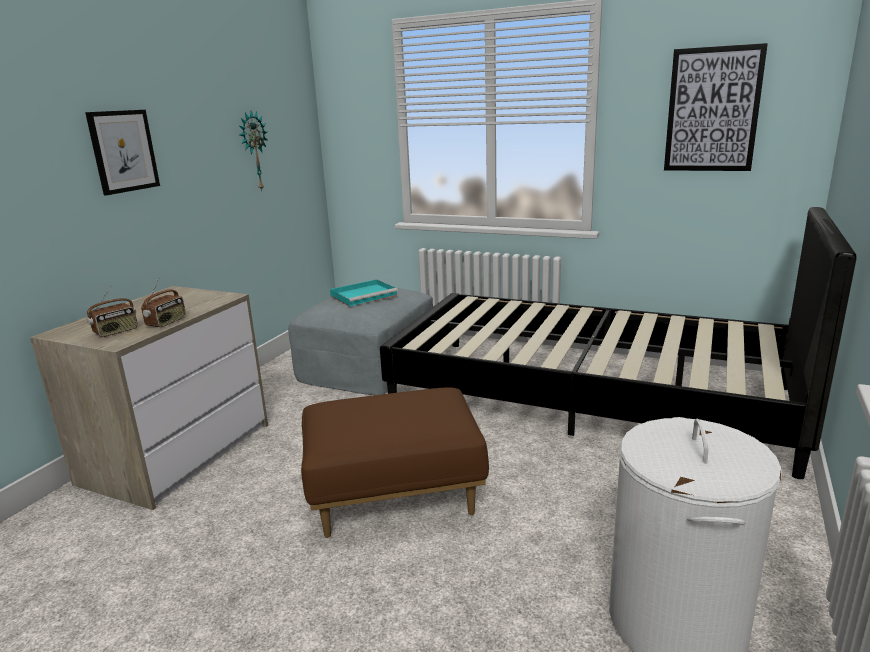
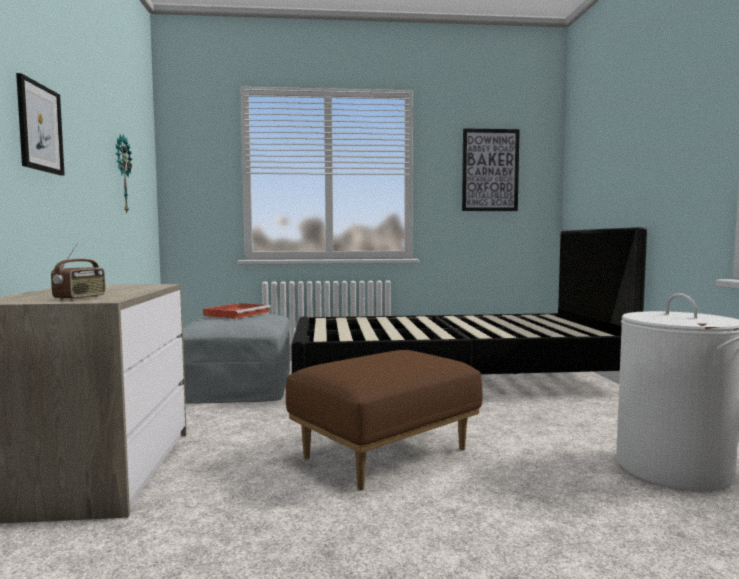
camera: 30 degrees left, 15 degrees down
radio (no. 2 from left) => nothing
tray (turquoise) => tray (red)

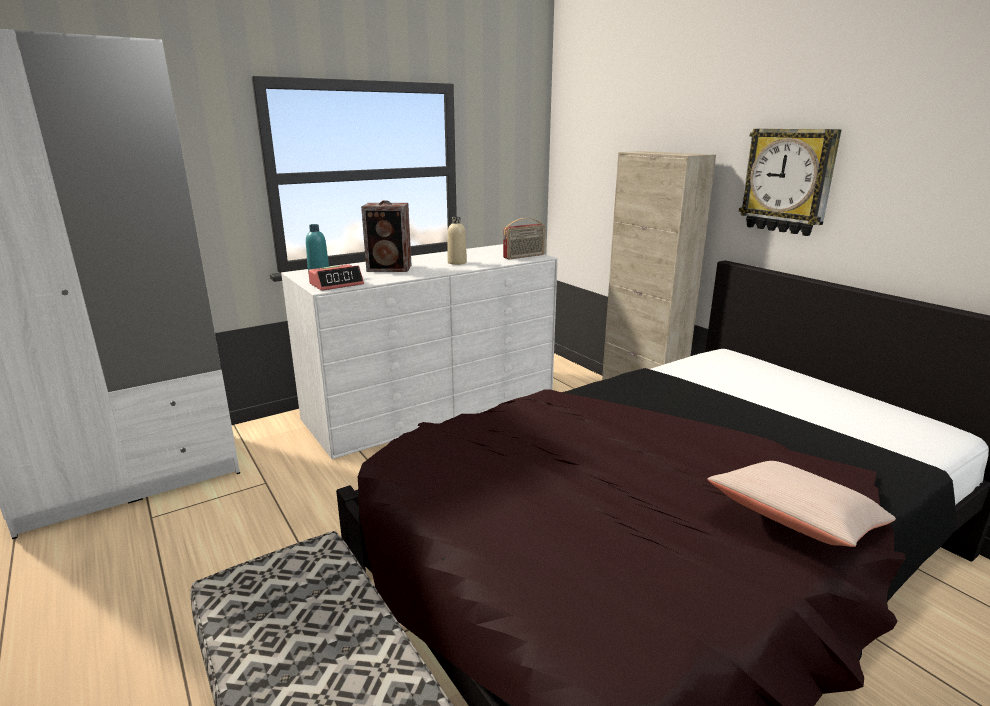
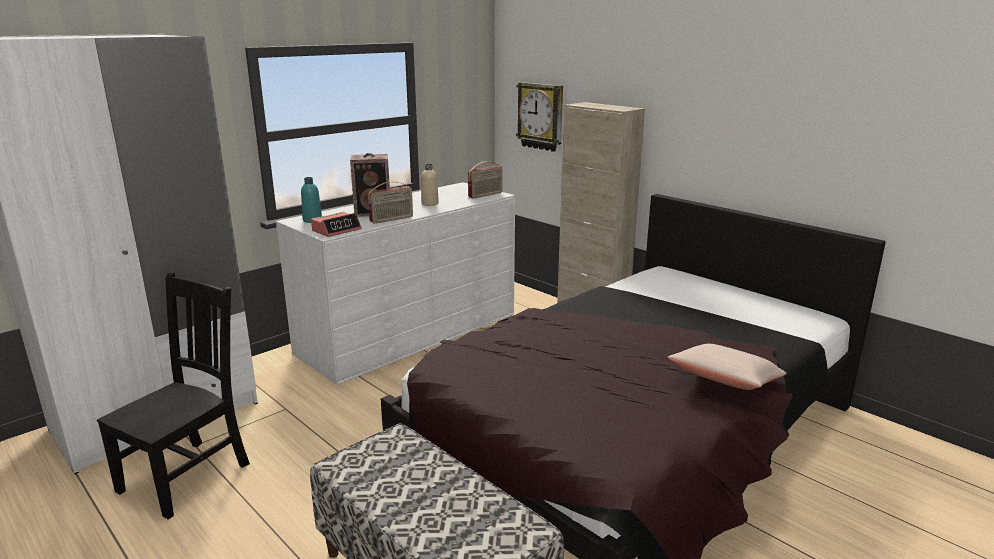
camera: 10 degrees left, 0 degrees up
wall clock, shifted
nothing => radio (no. 1 from left)
nothing => chair (black)

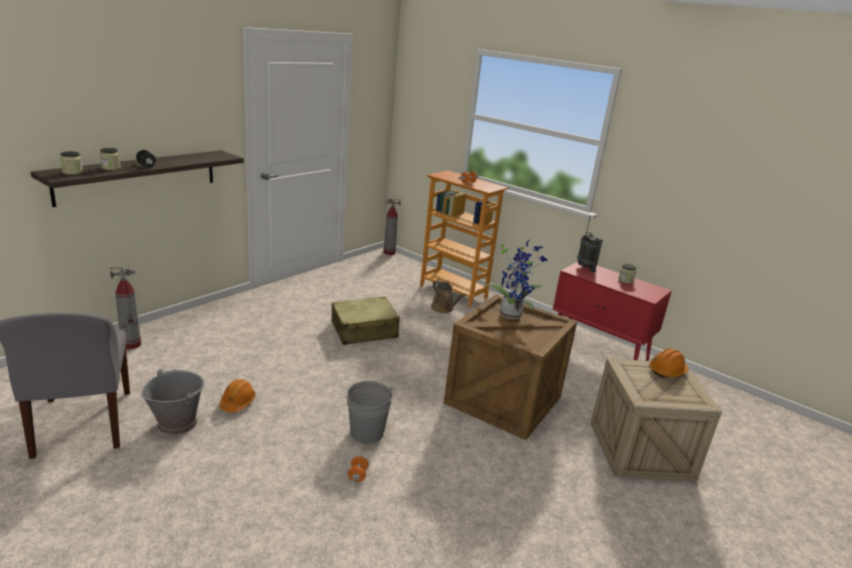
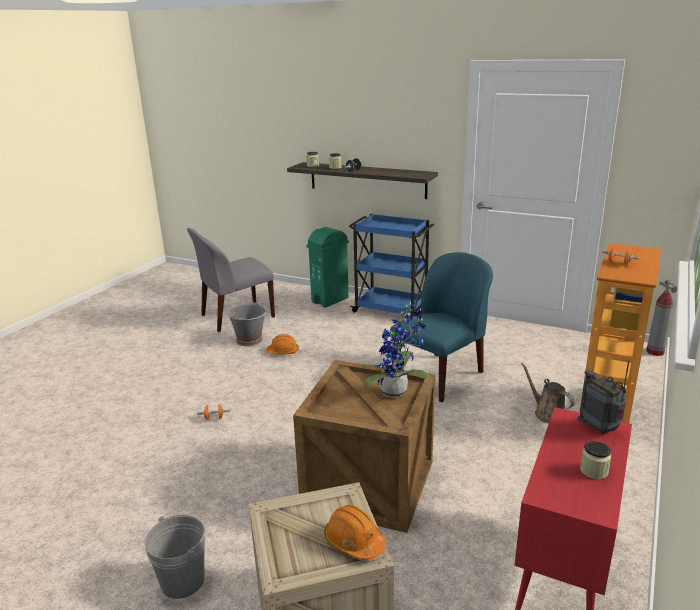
camera: 80 degrees right, 0 degrees up
radio, 90 degrees clockwise
fire extinguisher (no. 1 from left) => trash can (green)
watering can (brown), 105 degrees clockwise
suitcase (beige) => chair (blue)
bucket (grey) (no. 2 from left in the first image) => bucket (grey) (no. 1 from left), shifted
nothing => cart (blue)

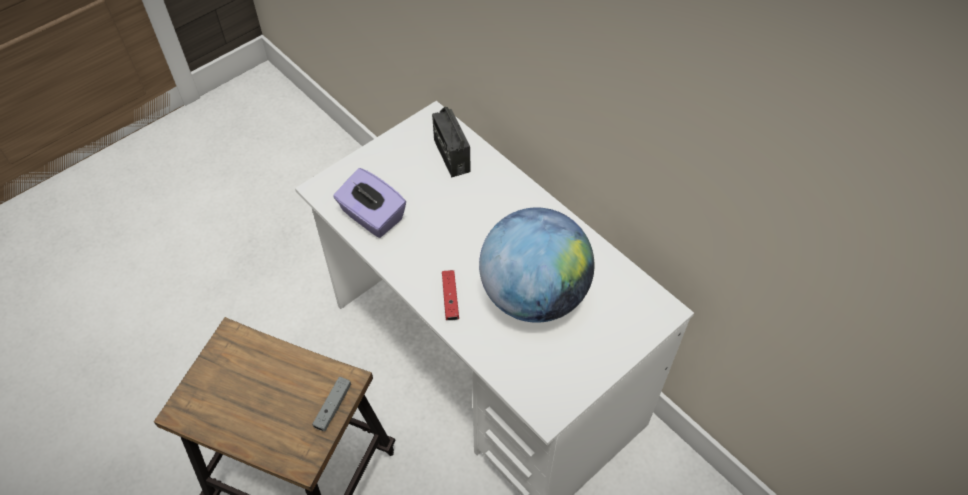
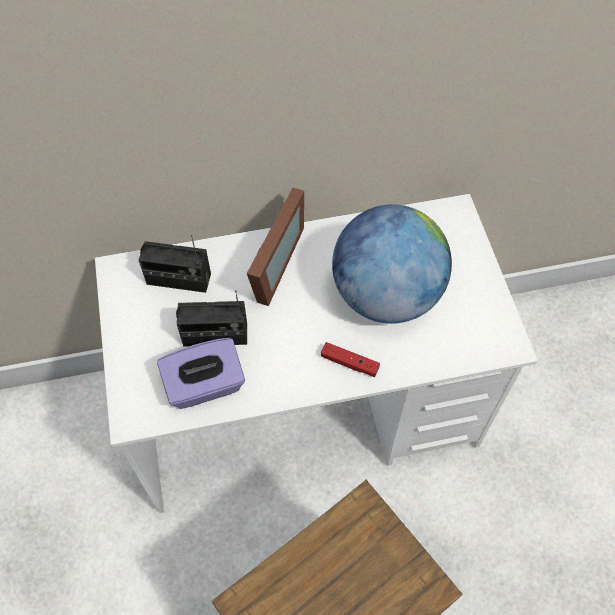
camera: 60 degrees left, 5 degrees up
game controller (grey) => nothing
nothing => picture frame
nothing => radio (no. 2 from left)

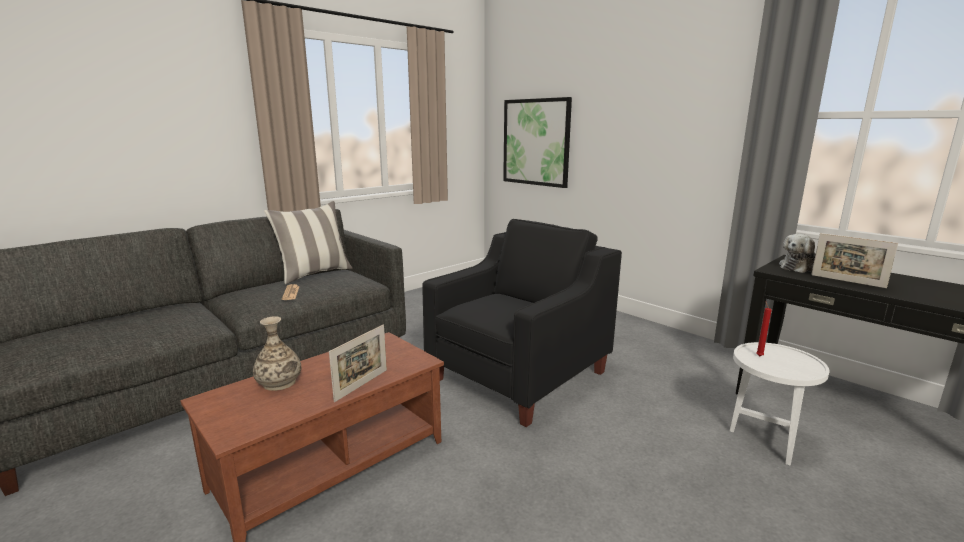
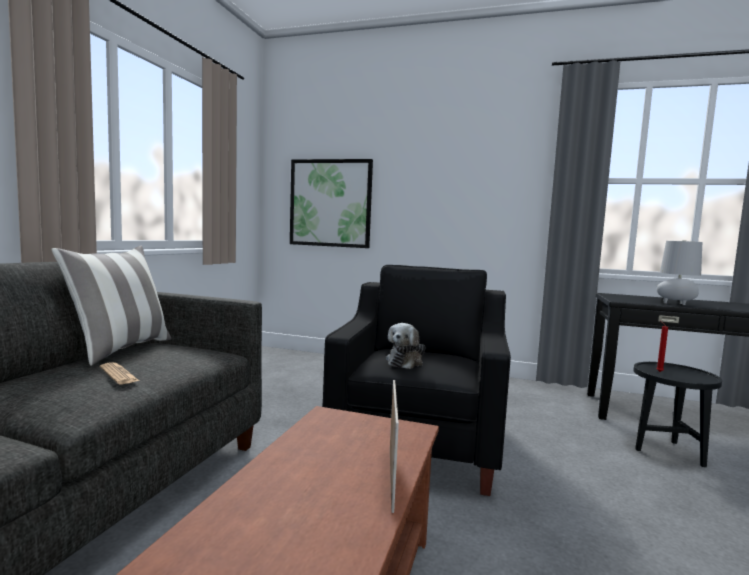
camera: 30 degrees left, 10 degrees down
picture frame (no. 2 from left) => table lamp (grey)
plush toy, shifted
vase => nothing
side table (white) => side table (black)

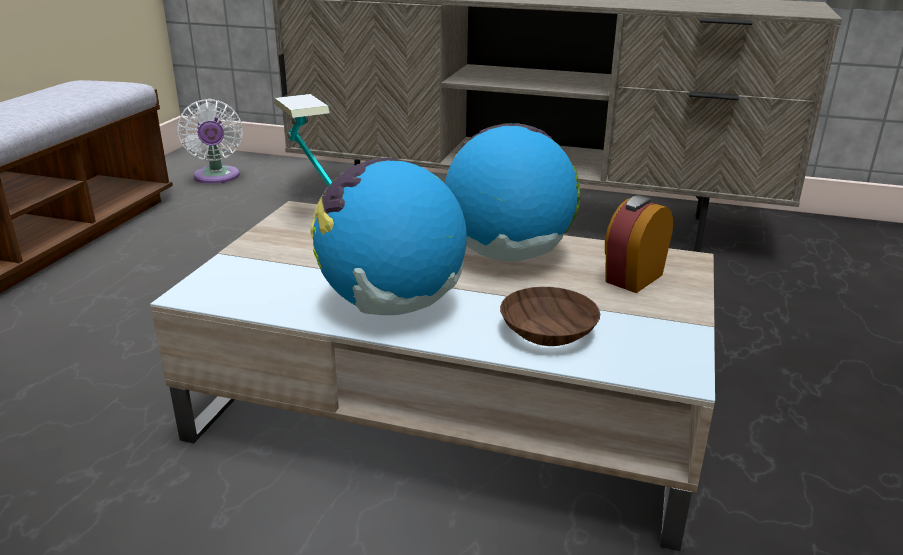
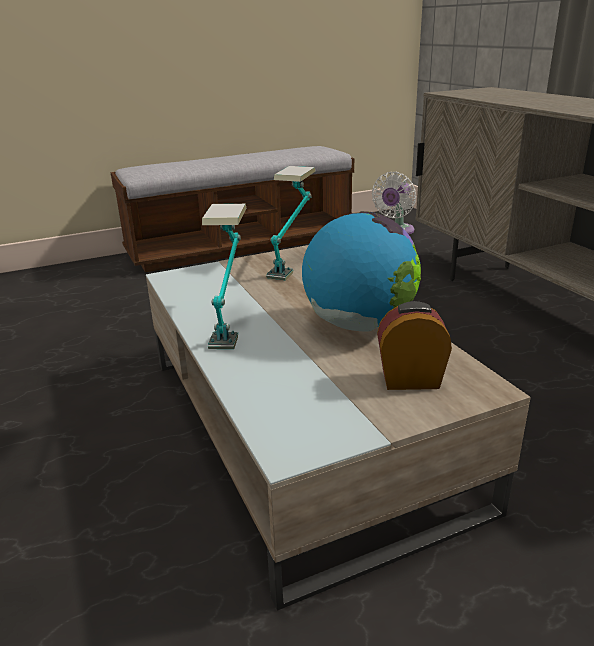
camera: 50 degrees right, 0 degrees up
globe (no. 1 from left) => table lamp (no. 1 from left)
bowl (brown) => nothing

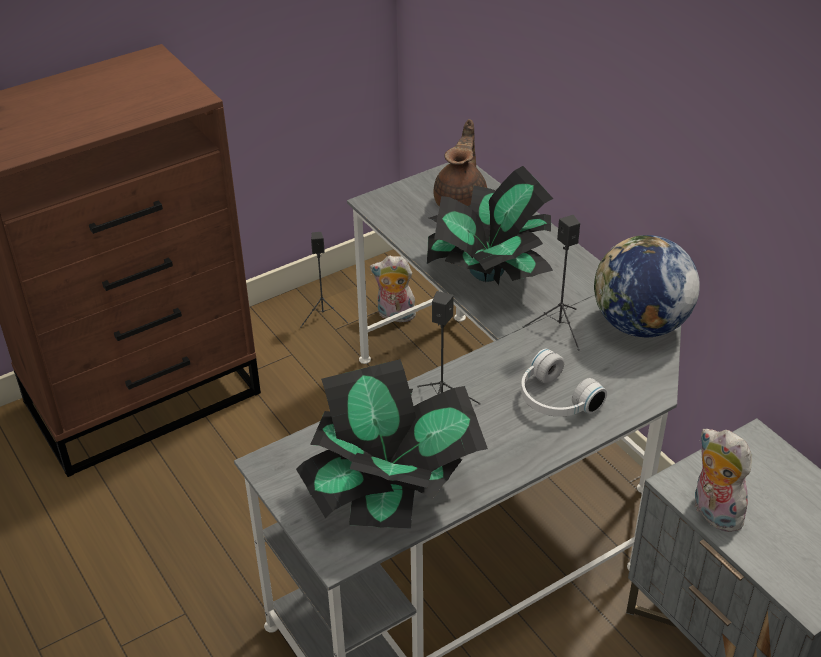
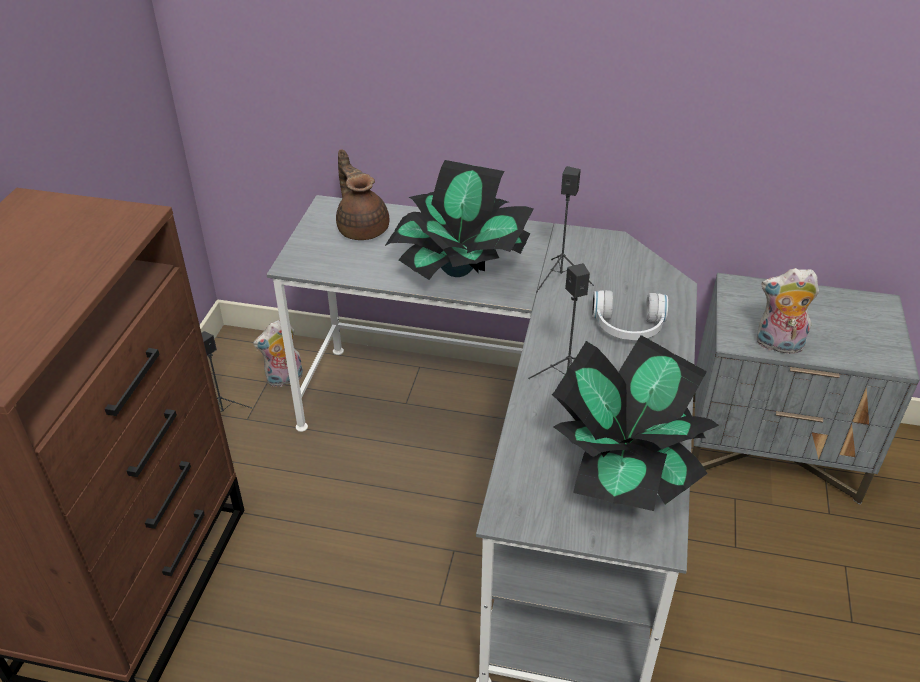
camera: 45 degrees left, 0 degrees up
globe => nothing

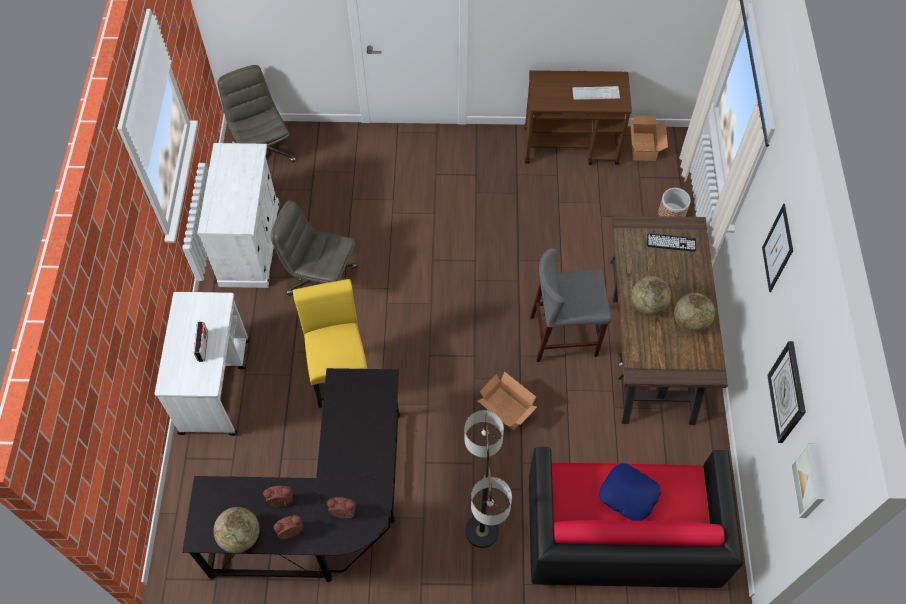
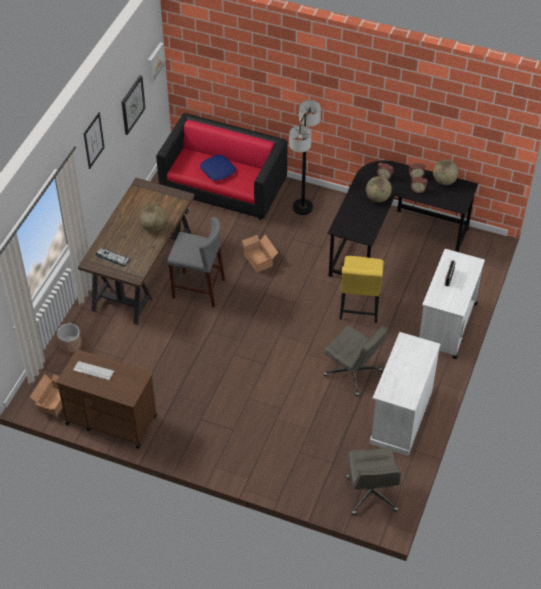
camera: 160 degrees left, 10 degrees down
globe (no. 3 from left in the first image) => globe (no. 2 from left), shifted

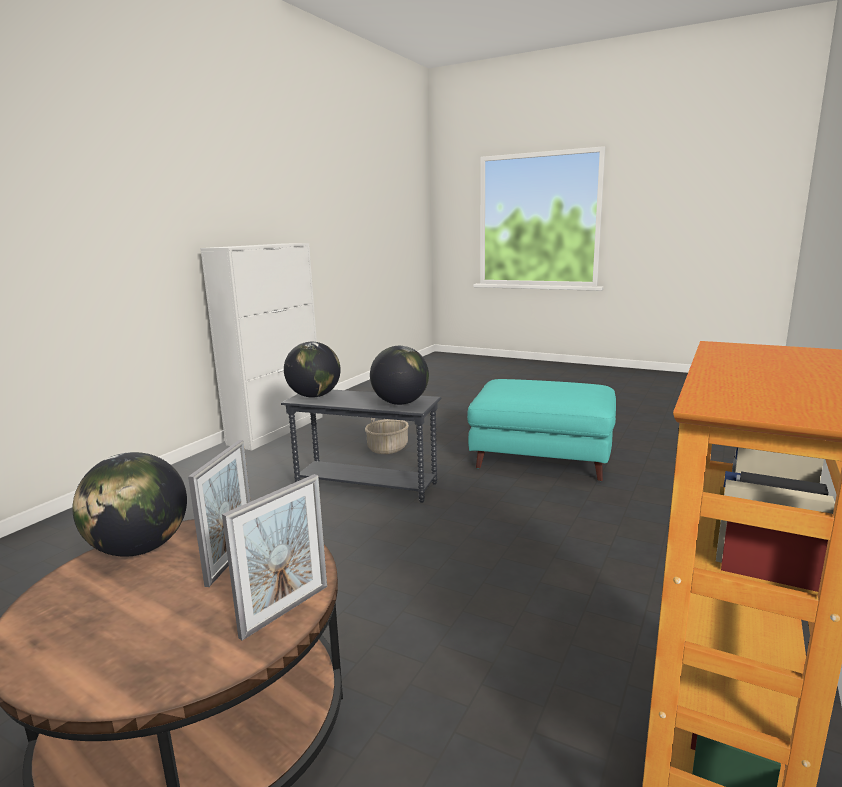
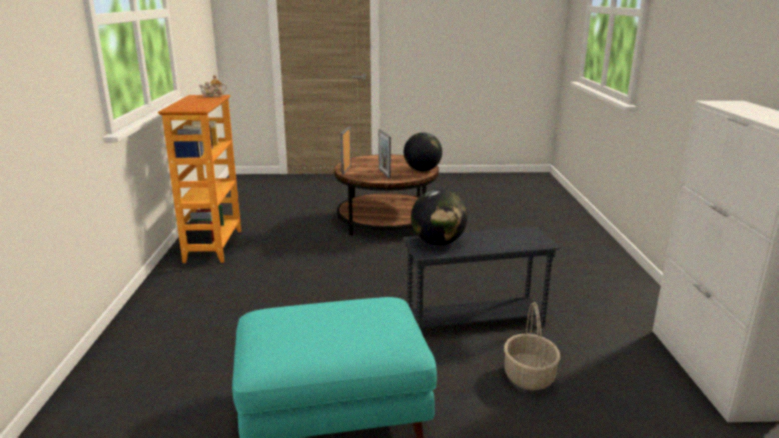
camera: 150 degrees right, 5 degrees up
globe (no. 2 from left) => nothing
nothing => teapot

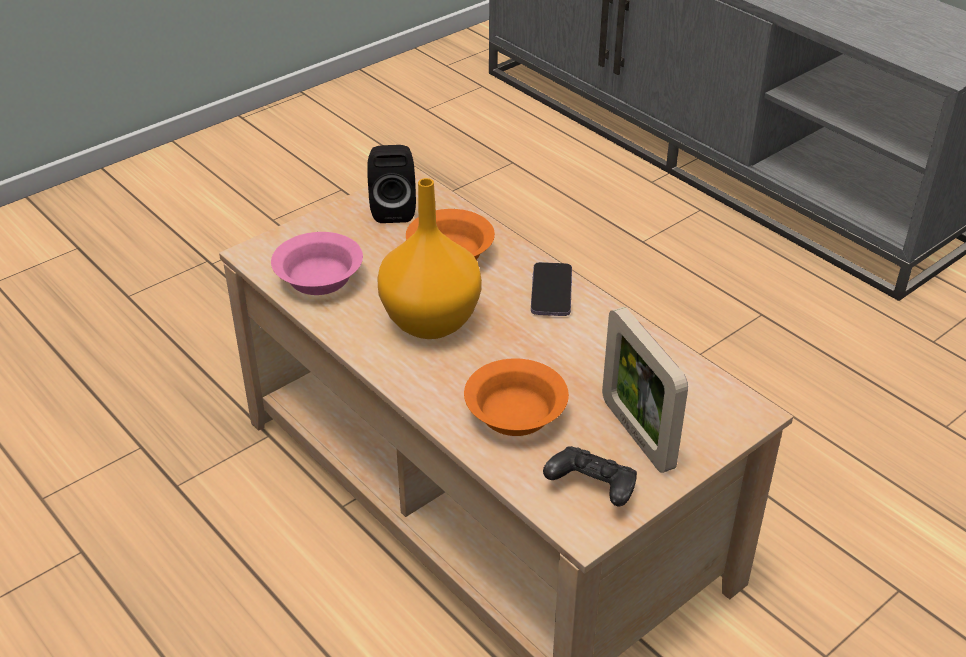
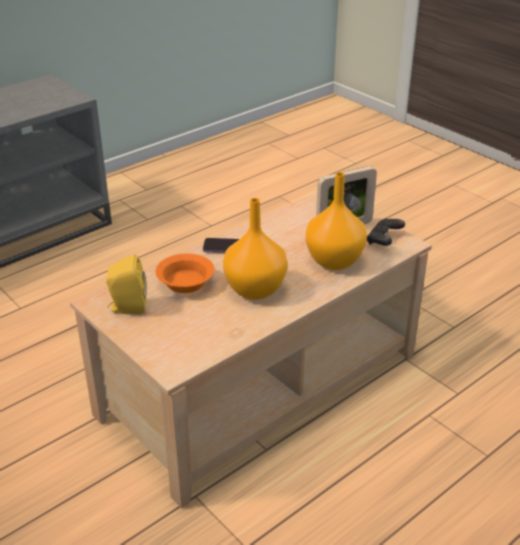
camera: 90 degrees left, 5 degrees down
speaker (black) => speaker (yellow)
bowl (pink) => nothing
bowl (orange) (no. 2 from left) => vase (orange) (no. 2 from left)

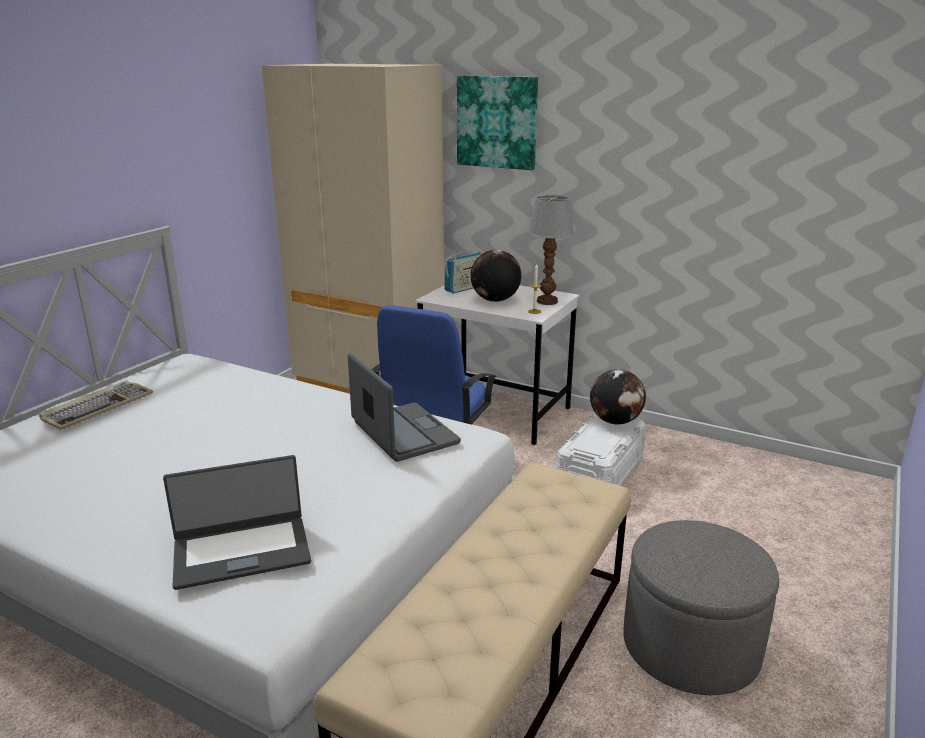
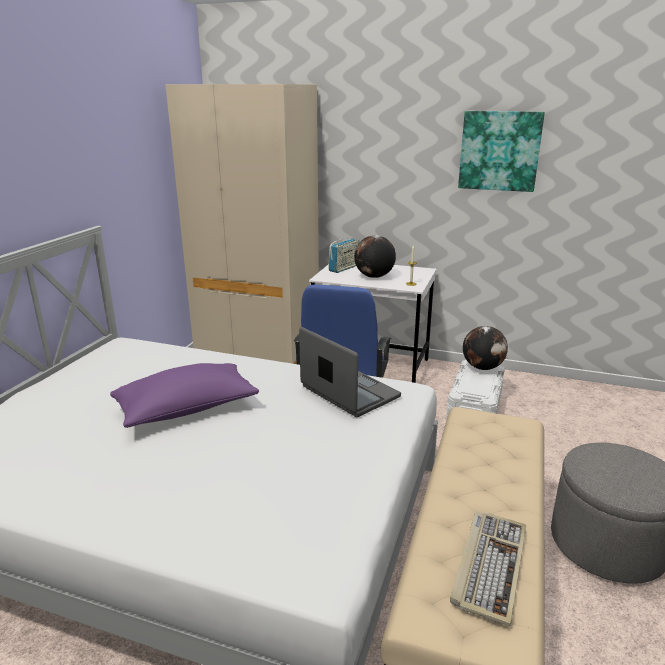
camera: 10 degrees left, 0 degrees up
picture, shifted
table lamp => nothing
keyboard, shifted
laptop (no. 1 from left) => nothing
nothing => pillow (purple)

